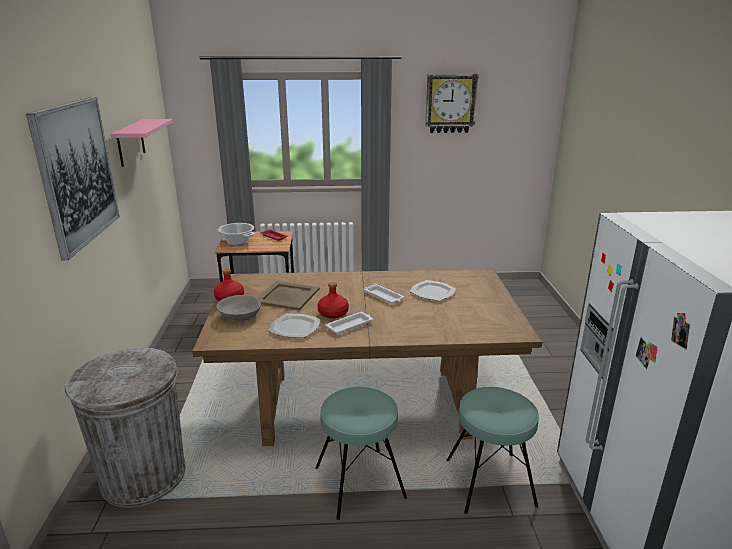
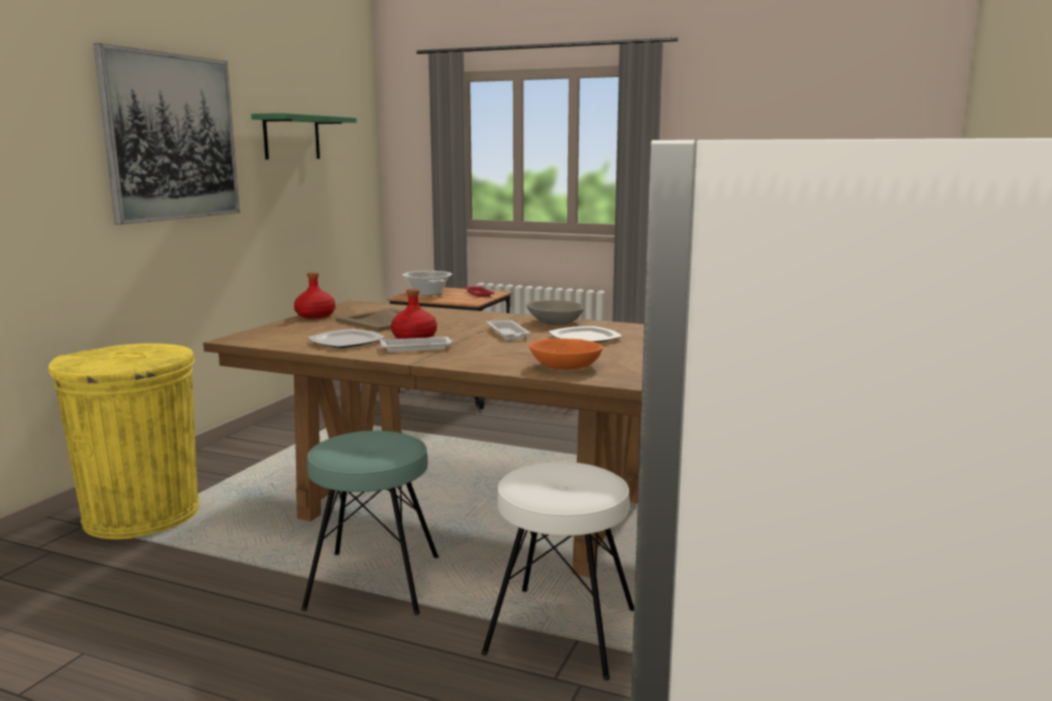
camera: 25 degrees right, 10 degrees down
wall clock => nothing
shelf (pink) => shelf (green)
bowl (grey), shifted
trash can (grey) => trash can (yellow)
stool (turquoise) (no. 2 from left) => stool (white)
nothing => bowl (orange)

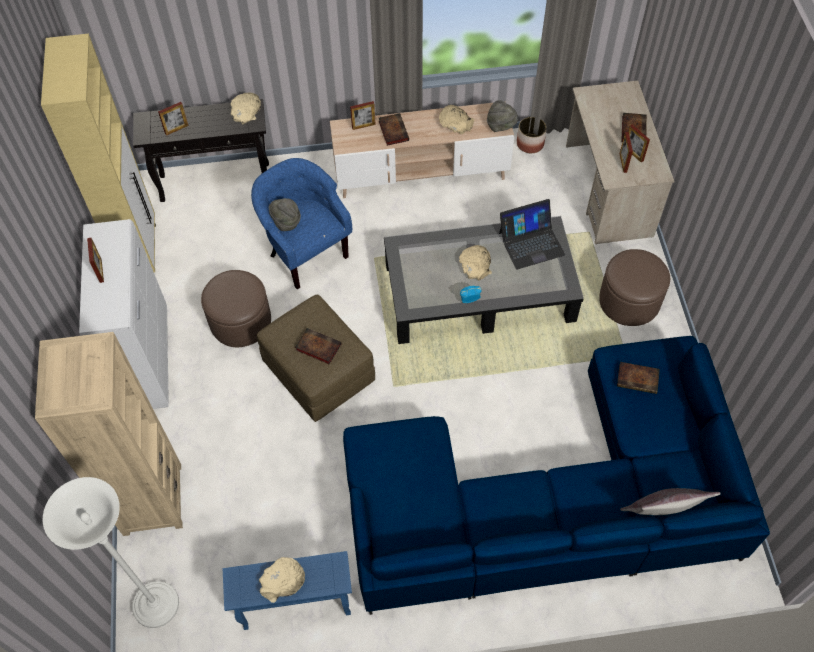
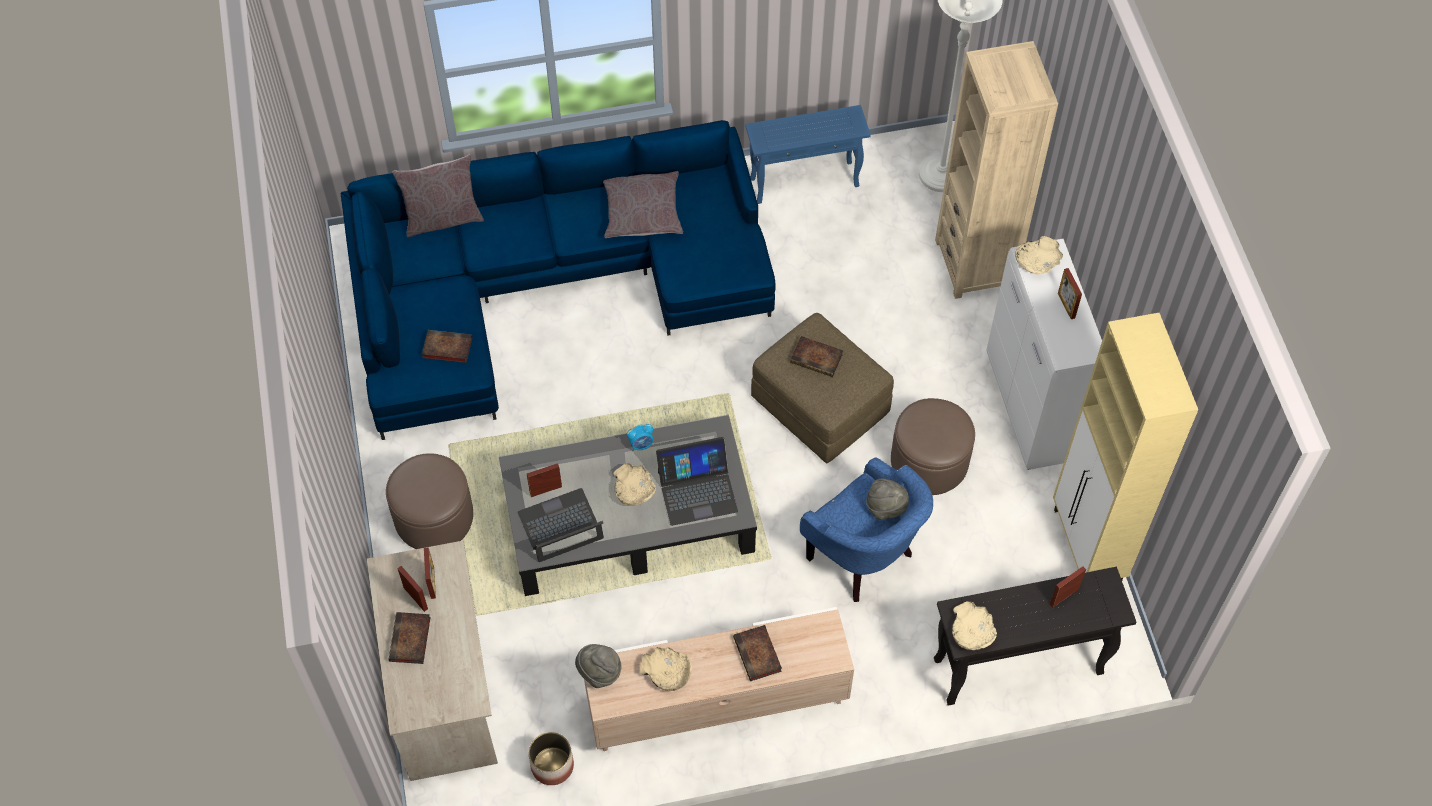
camera: 175 degrees right, 0 degrees up
picture frame (no. 3 from left), shifted
bowl (beige) (no. 2 from left in the first image) => bowl (beige) (no. 4 from left), shifted
nothing => pillow (grey) (no. 2 from left)
nothing => laptop (no. 2 from left)

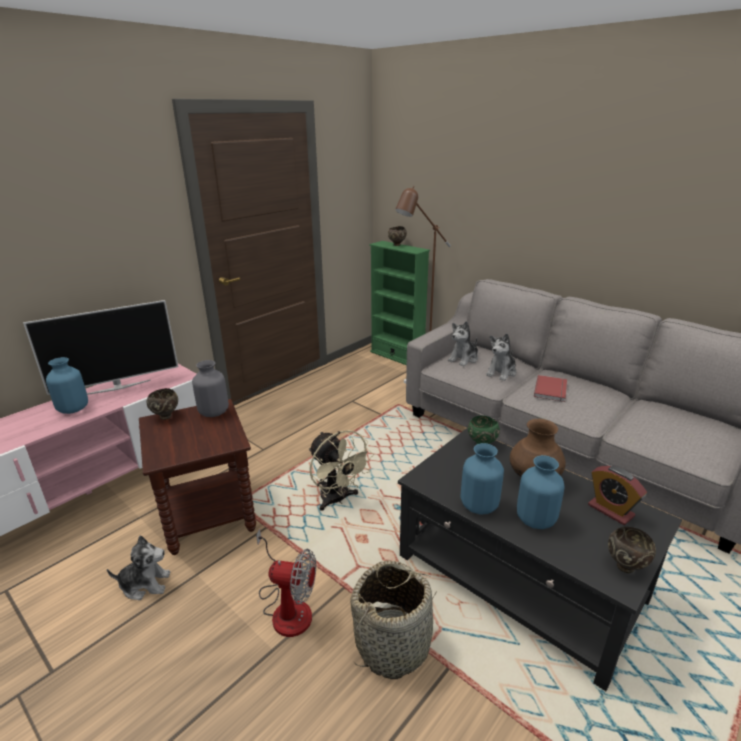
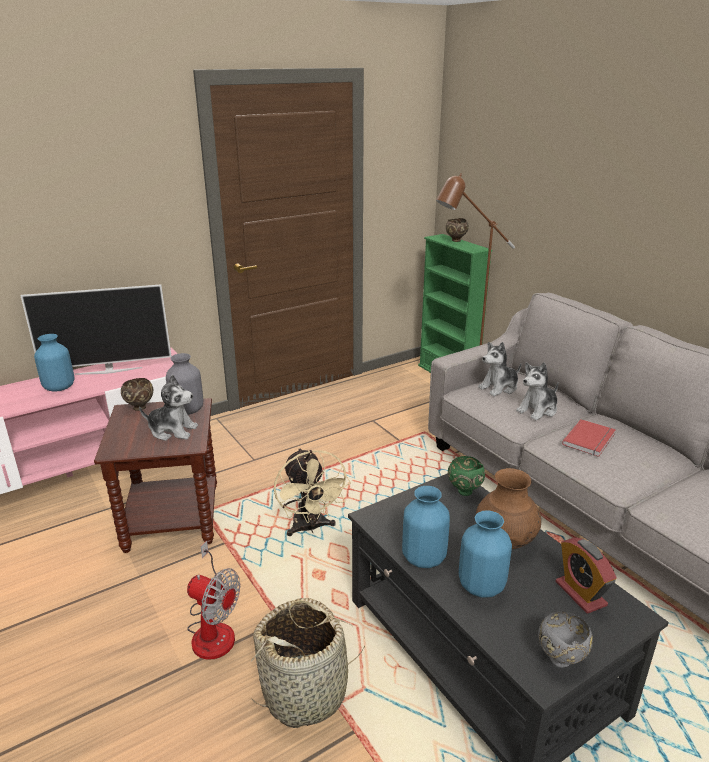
camera: 15 degrees right, 0 degrees up
bowl (brown) (no. 3 from left) => bowl (grey)
plush toy (no. 1 from left), shifted

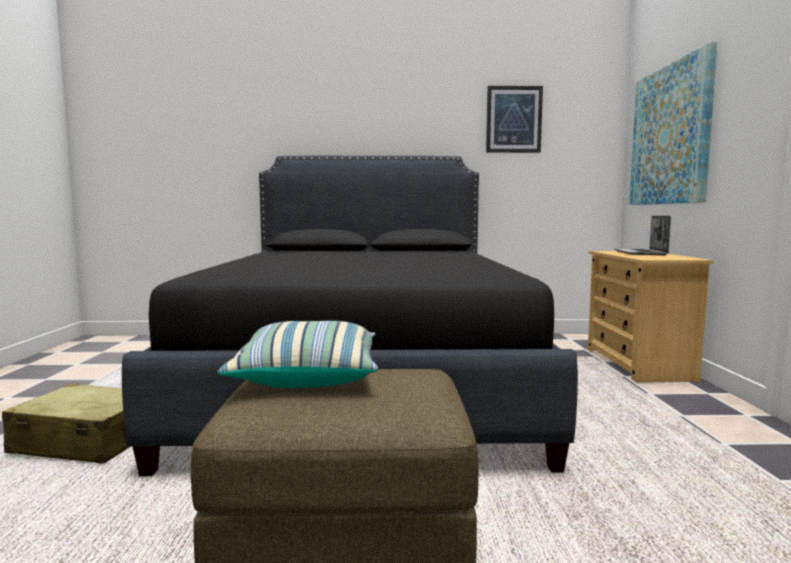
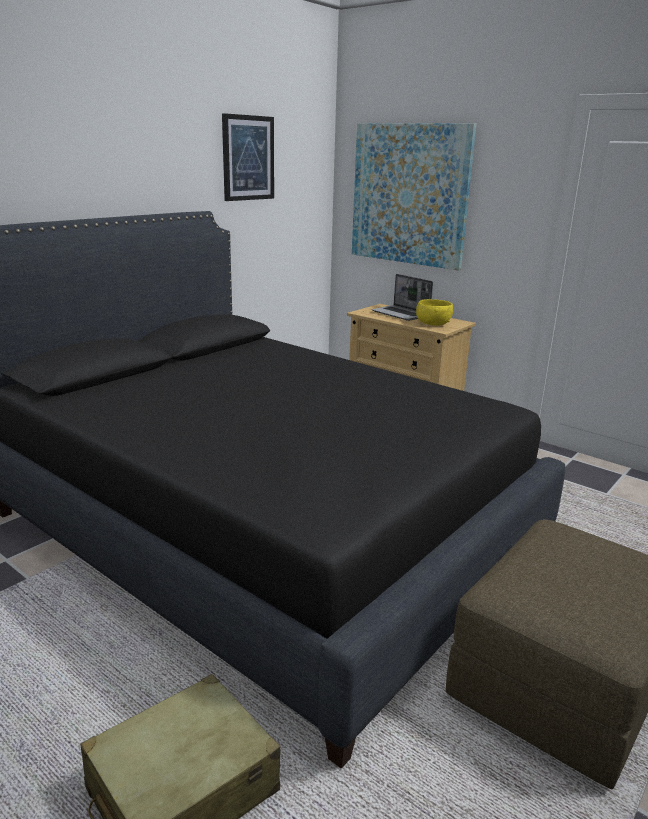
camera: 50 degrees left, 15 degrees up
pillow => nothing
nothing => bowl (yellow)

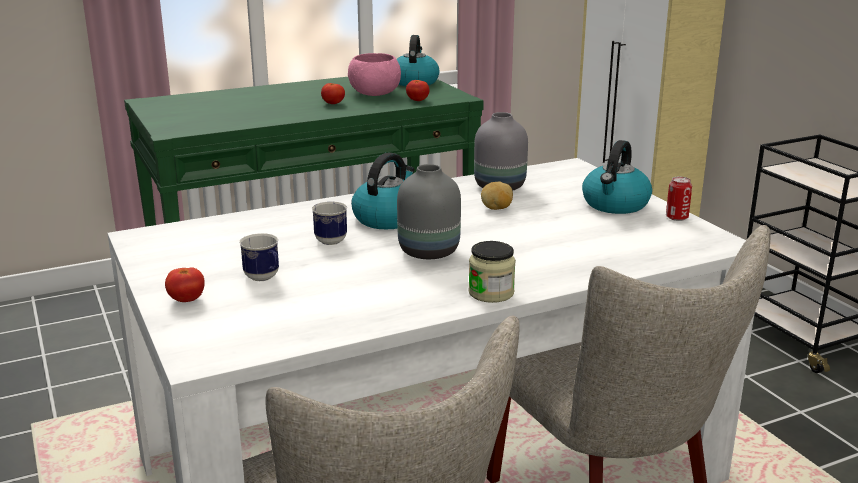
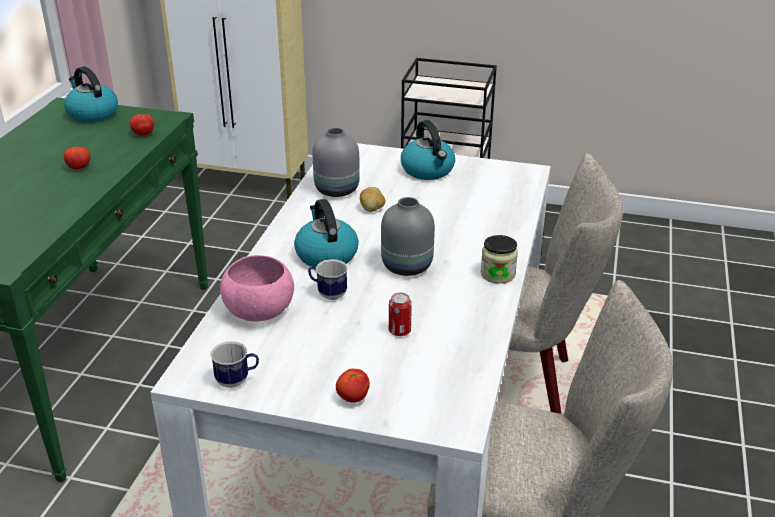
camera: 50 degrees left, 10 degrees up
bowl (pink), shifted
can, shifted
mug (no. 1 from left), shifted

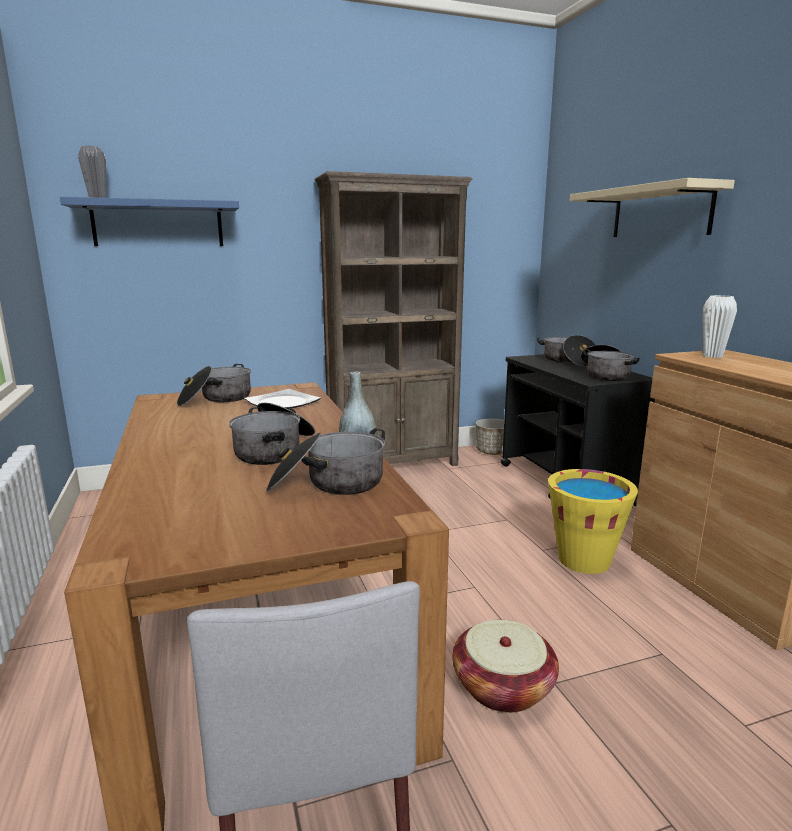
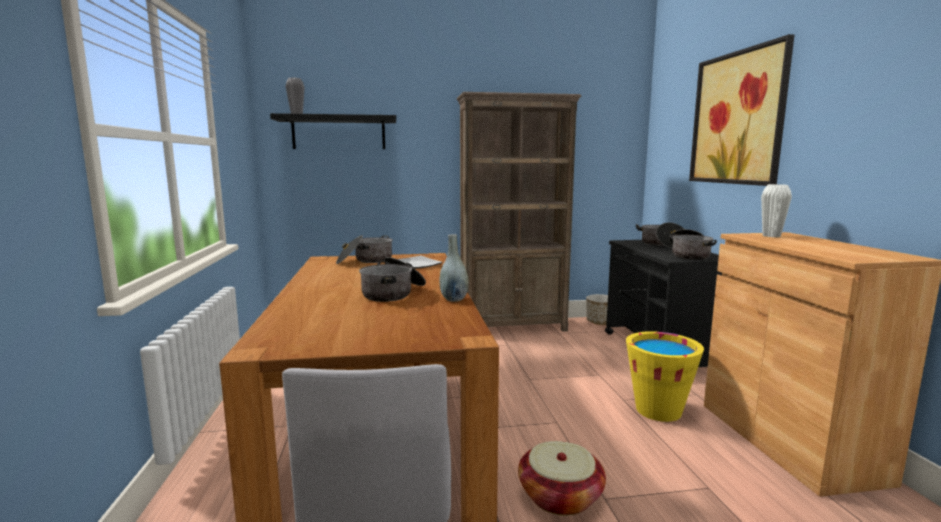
camera: 10 degrees right, 5 degrees down
shelf (beige) => picture
shelf (blue) => shelf (black)
cooking pot (no. 3 from left) => nothing

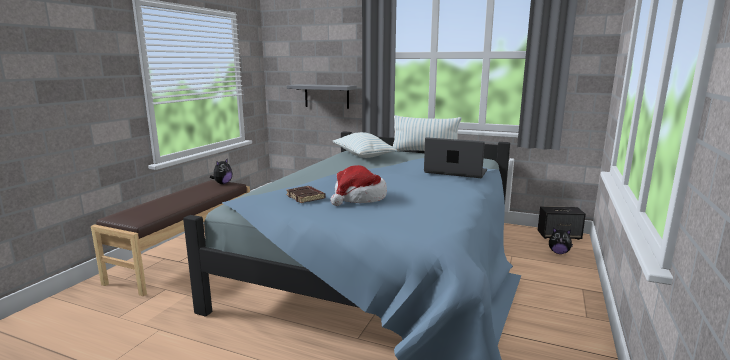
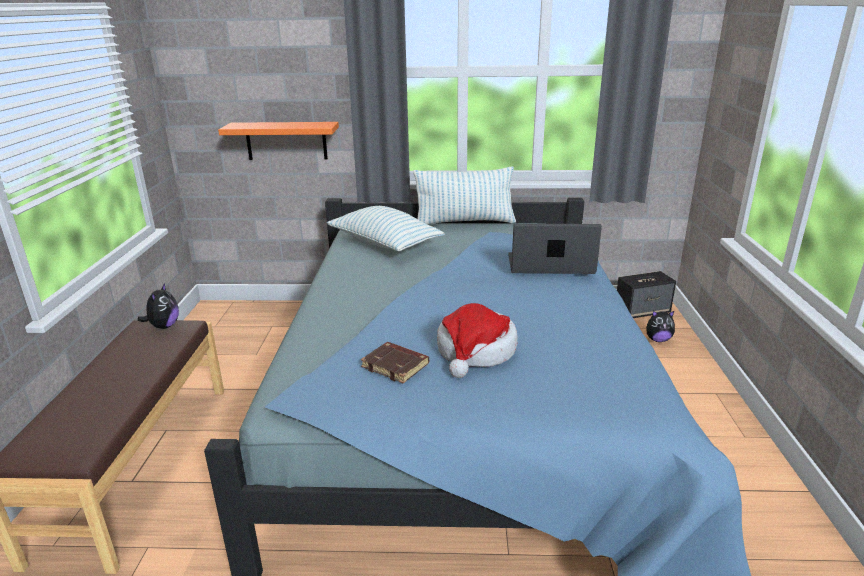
camera: 20 degrees left, 10 degrees up
shelf (grey) => shelf (orange)

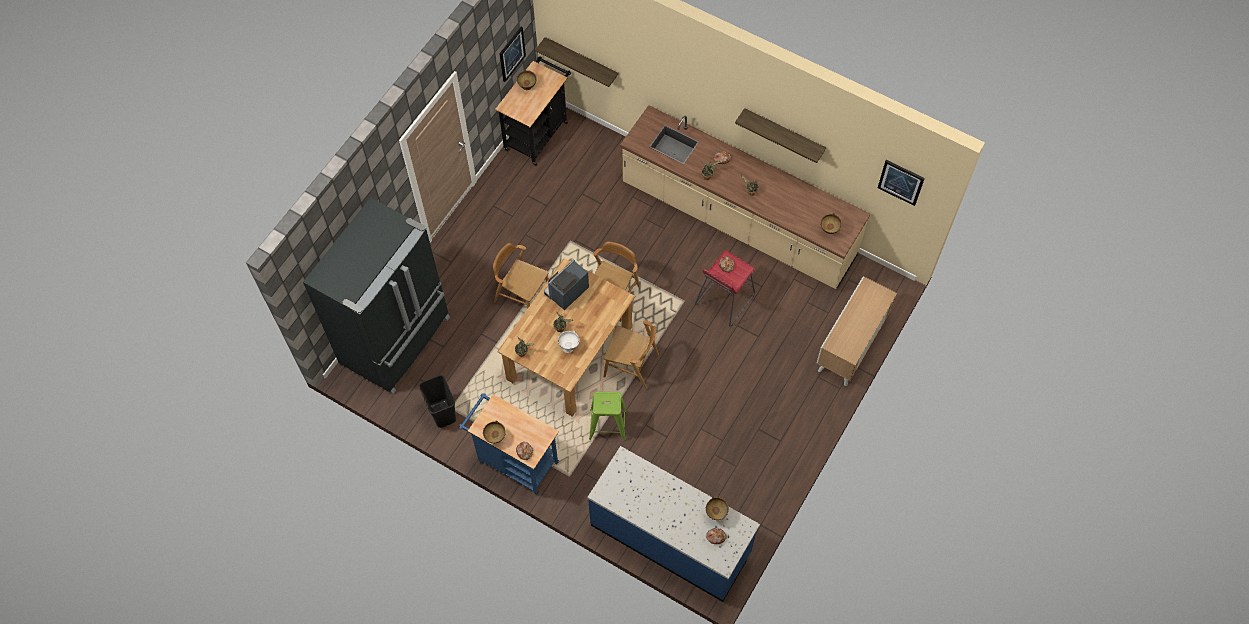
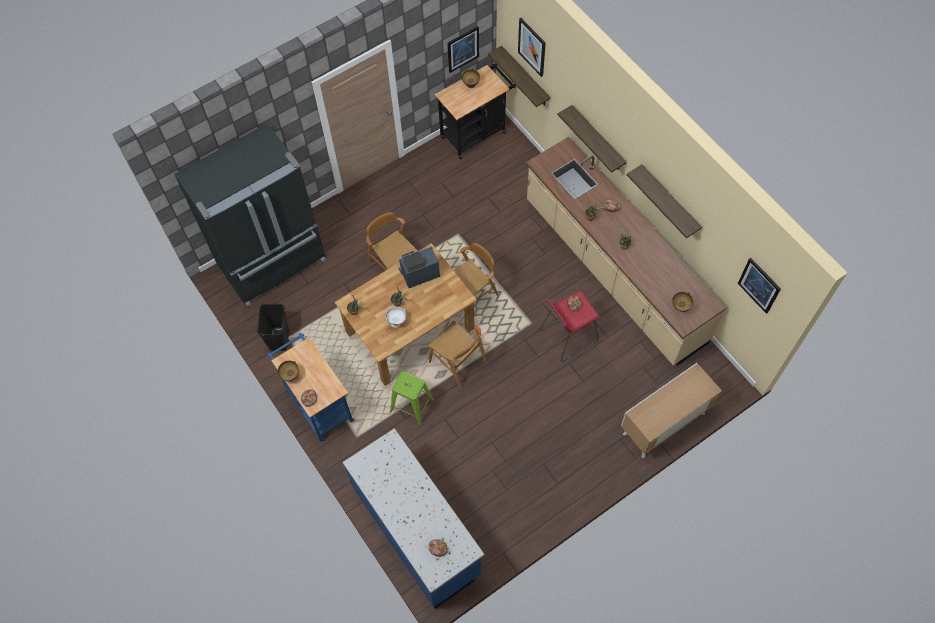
camera: 25 degrees right, 0 degrees up
bowl (brown) (no. 3 from left) => nothing
nothing => picture (no. 2 from left)
nothing => shelf (no. 2 from left)

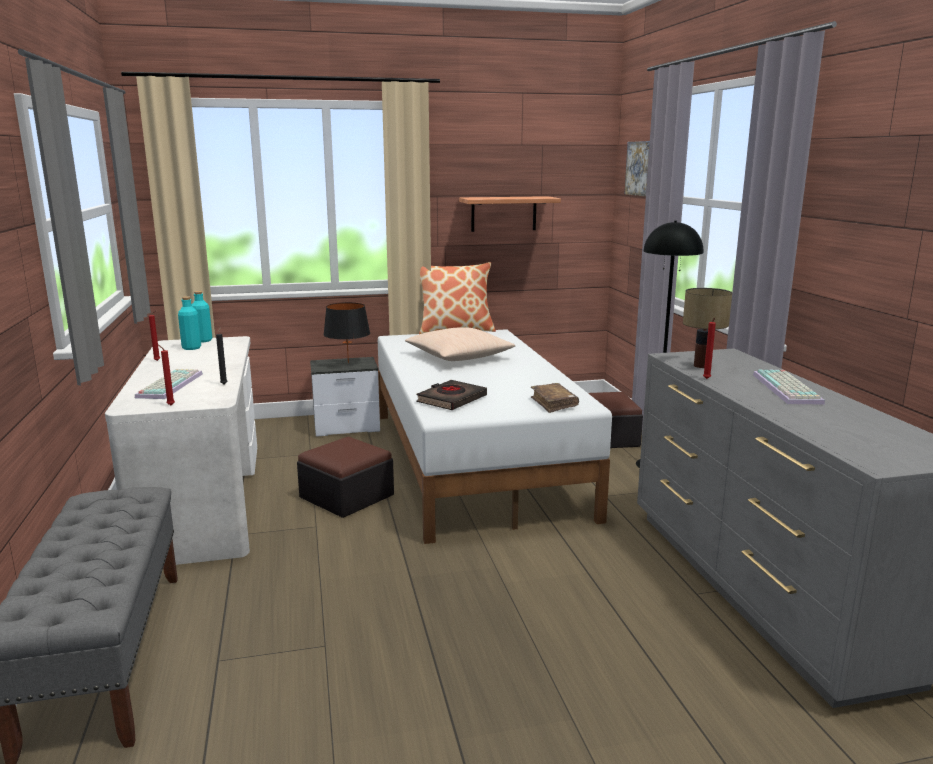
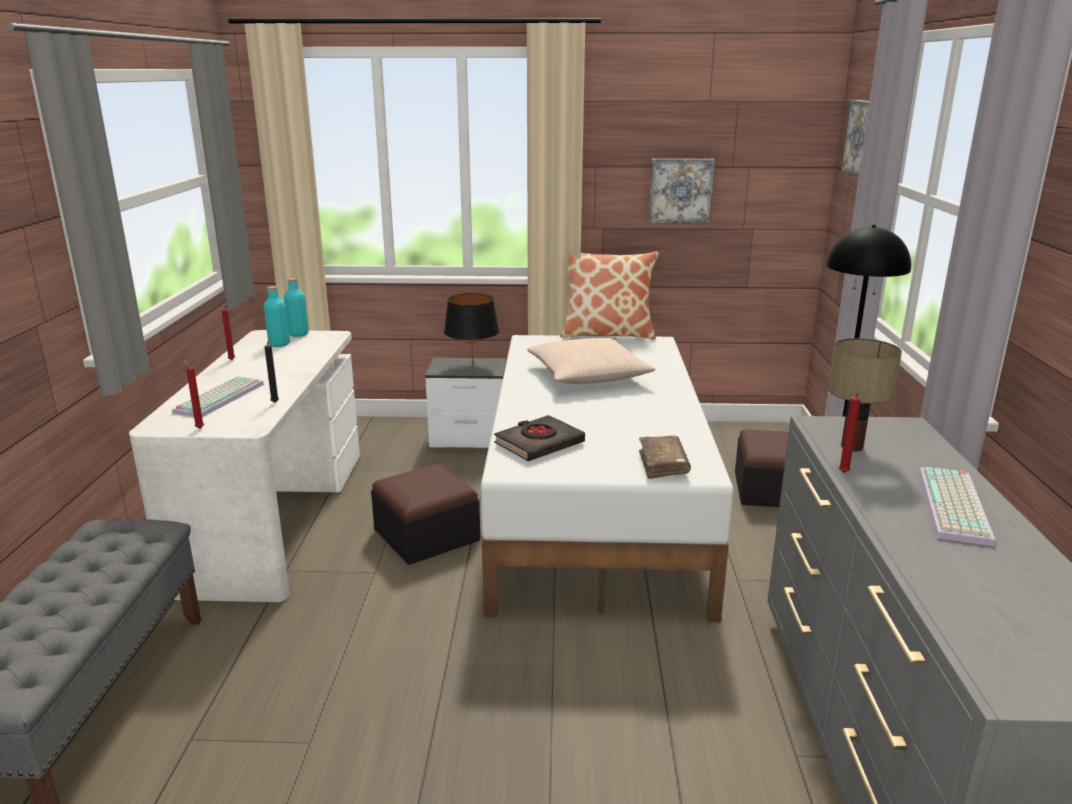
camera: 15 degrees right, 5 degrees up
shelf => picture (no. 1 from left)

